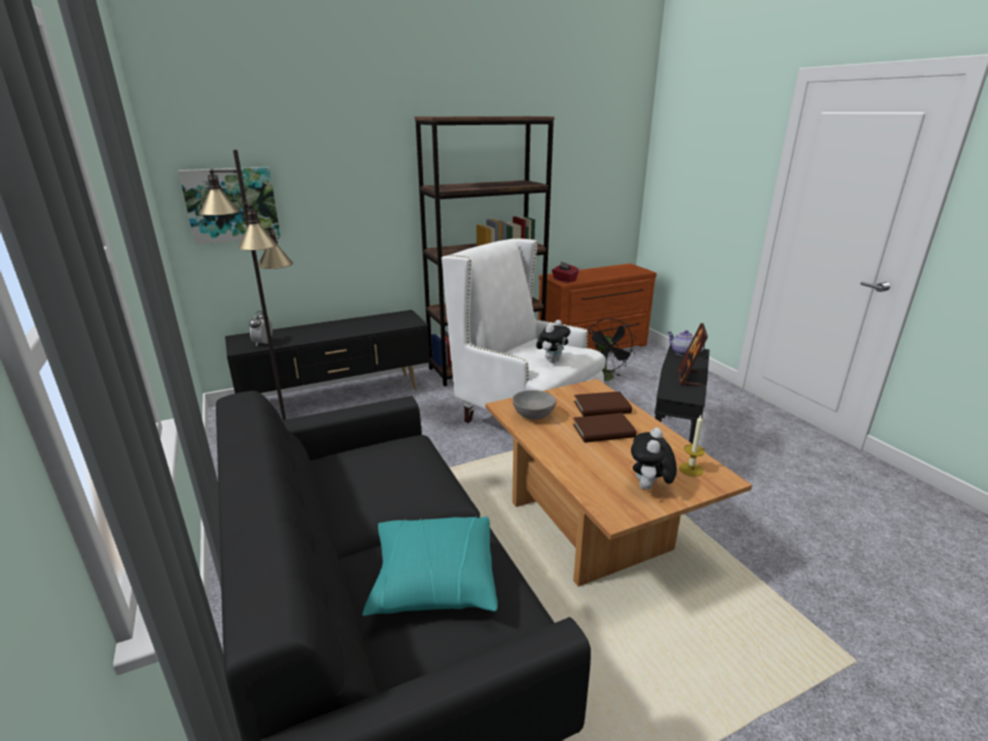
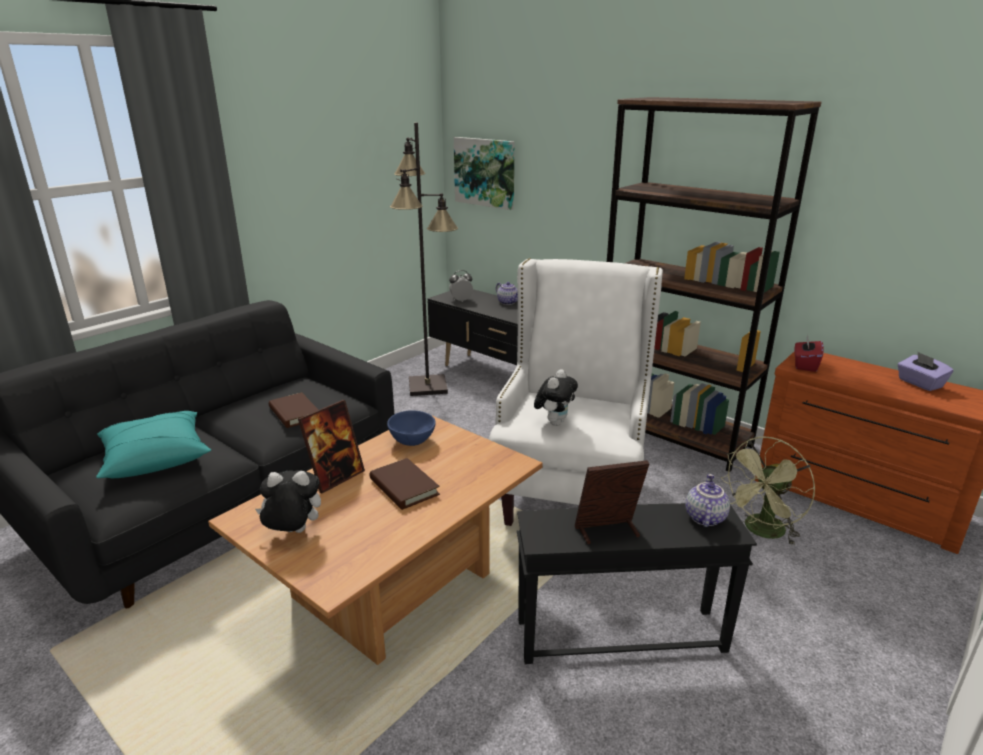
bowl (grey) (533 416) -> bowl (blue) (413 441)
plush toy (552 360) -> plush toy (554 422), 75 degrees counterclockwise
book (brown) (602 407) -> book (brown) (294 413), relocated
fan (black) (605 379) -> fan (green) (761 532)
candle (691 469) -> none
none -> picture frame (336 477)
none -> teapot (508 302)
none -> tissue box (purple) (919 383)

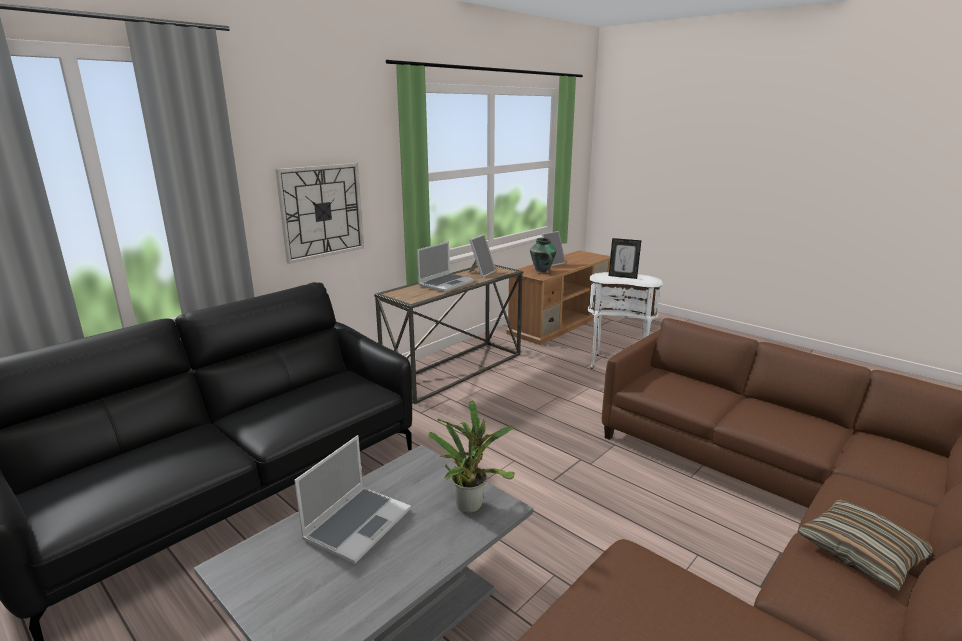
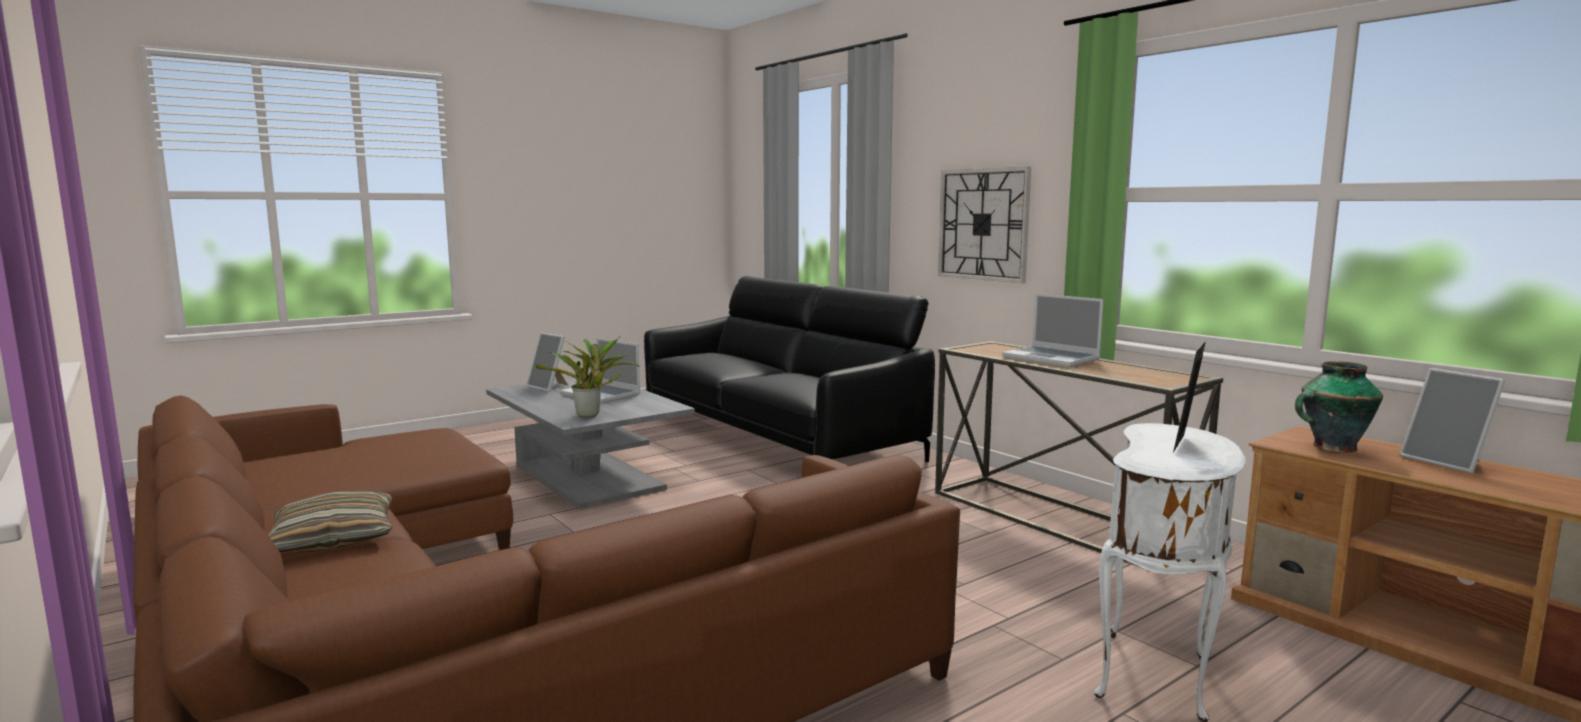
picture frame (481 273) -> picture frame (549 387), relocated

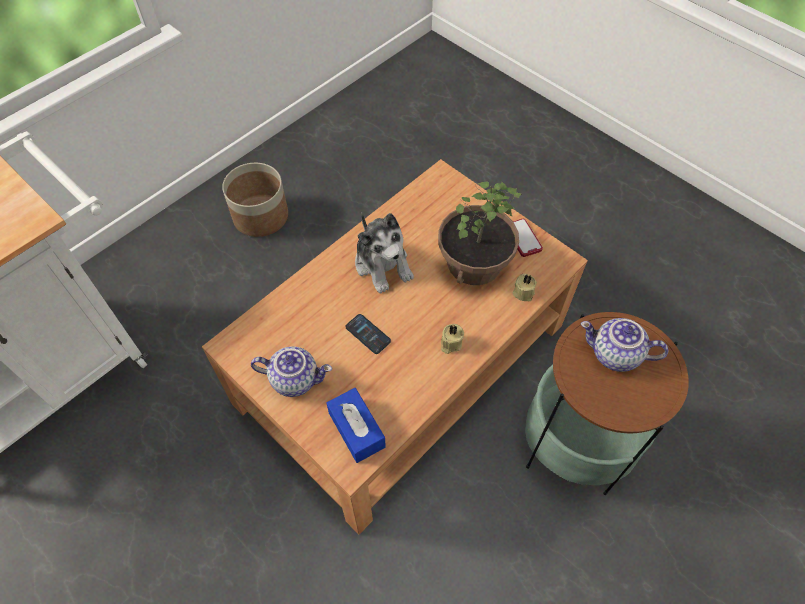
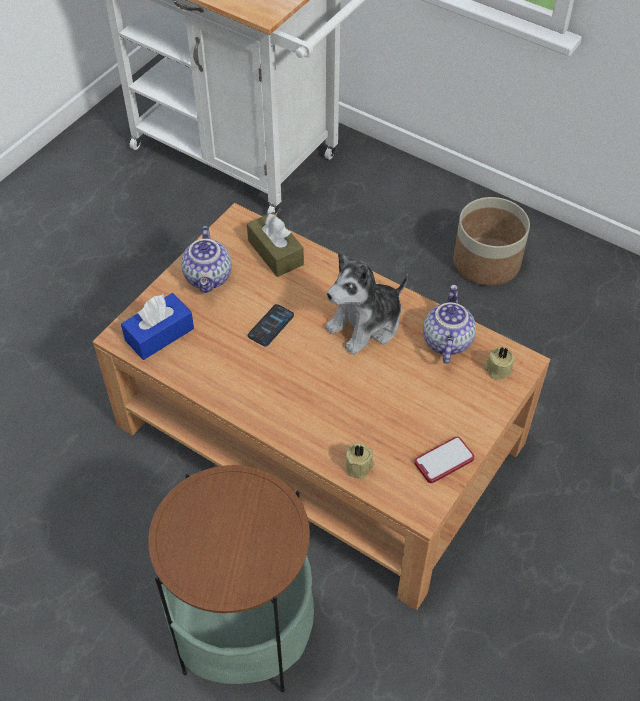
potted plant (473 262) -> none
candle (beige) (450 343) -> candle (beige) (497 369), relocated
teapot (614 355) -> teapot (446 340), relocated
none -> tissue box (brown) (275 253)

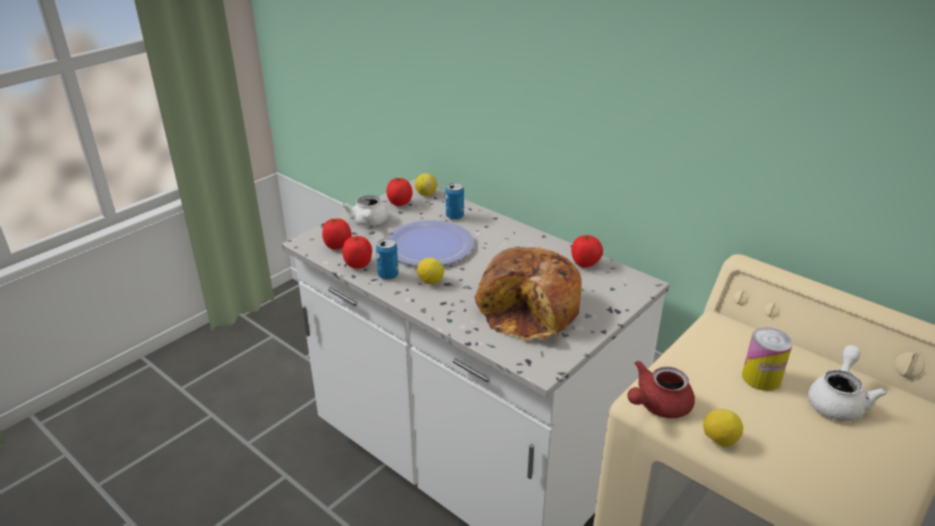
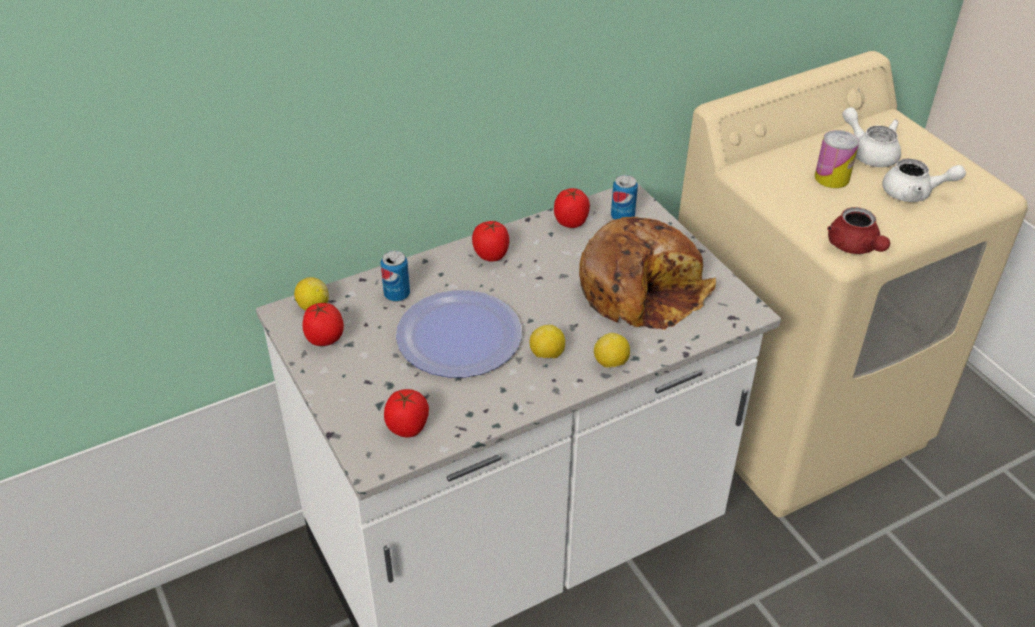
teapot (white) (368 223) -> teapot (white) (914 193), relocated
tomato (358 264) -> tomato (491 255), relocated
can (388 275) -> can (622 217), relocated
lemon (719 440) -> lemon (611 363), relocated

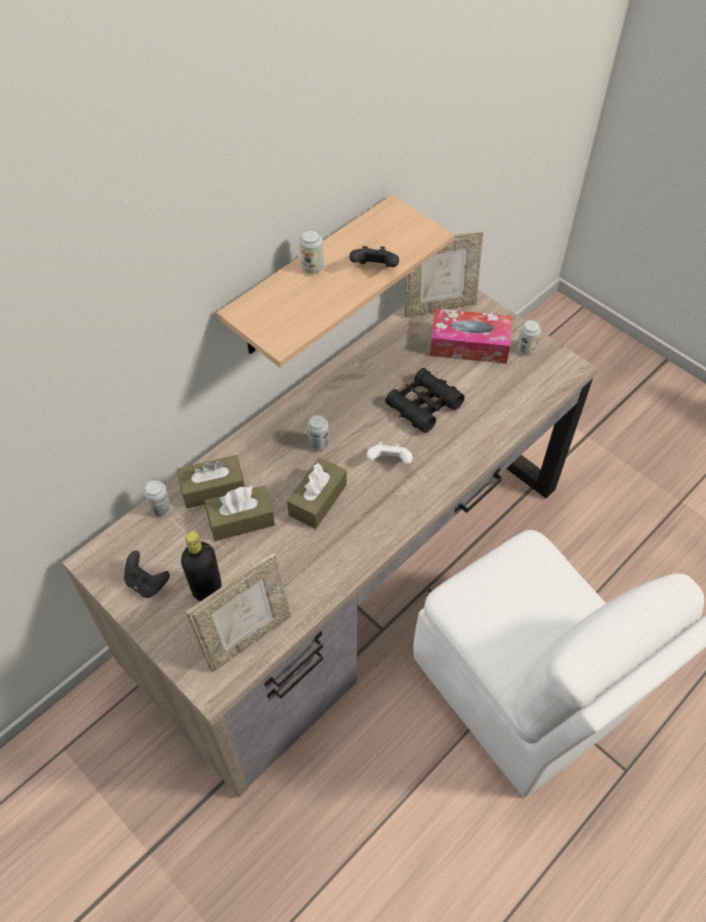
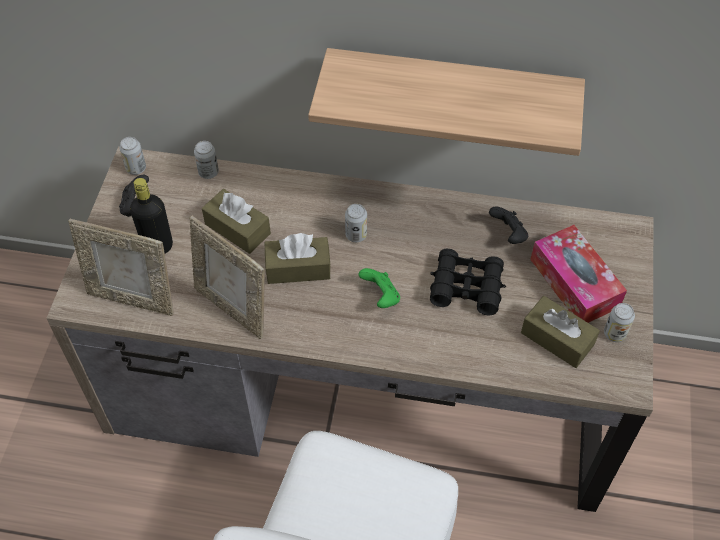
tissue box (brown) (213 488) -> tissue box (brown) (557 339), relocated
can (312 267) -> can (136 168), relocated
game controller (black) (374 269) -> game controller (black) (508 234), relocated
game controller (white) (389 461) -> game controller (green) (381 296)
picture frame (439 306) -> picture frame (233 308), relocated

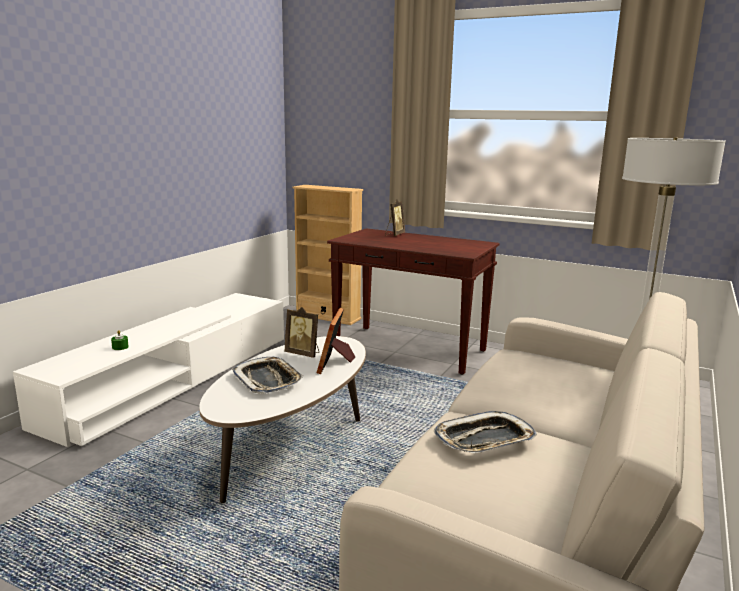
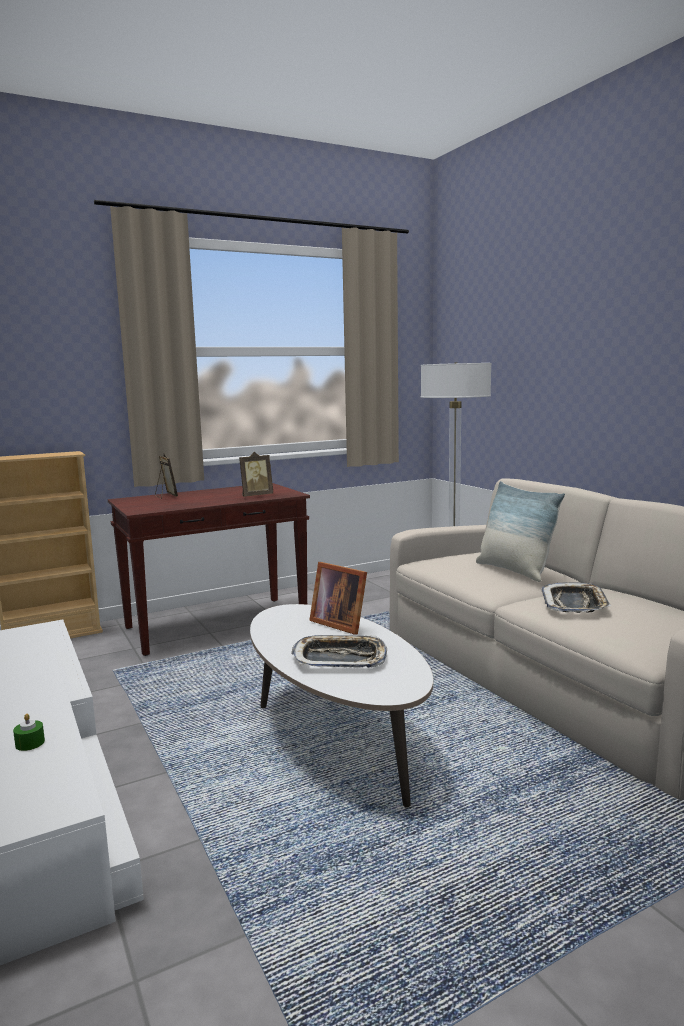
picture frame (303 353) -> picture frame (256 496), relocated
none -> pillow (514 571)

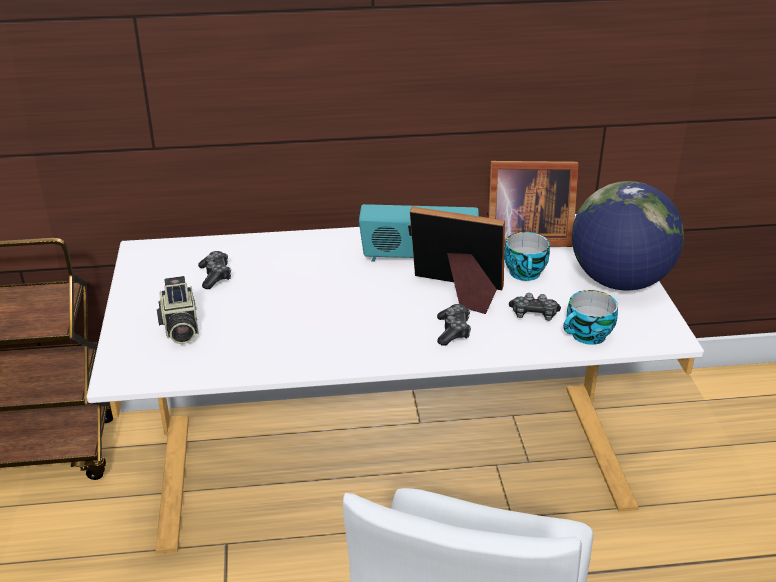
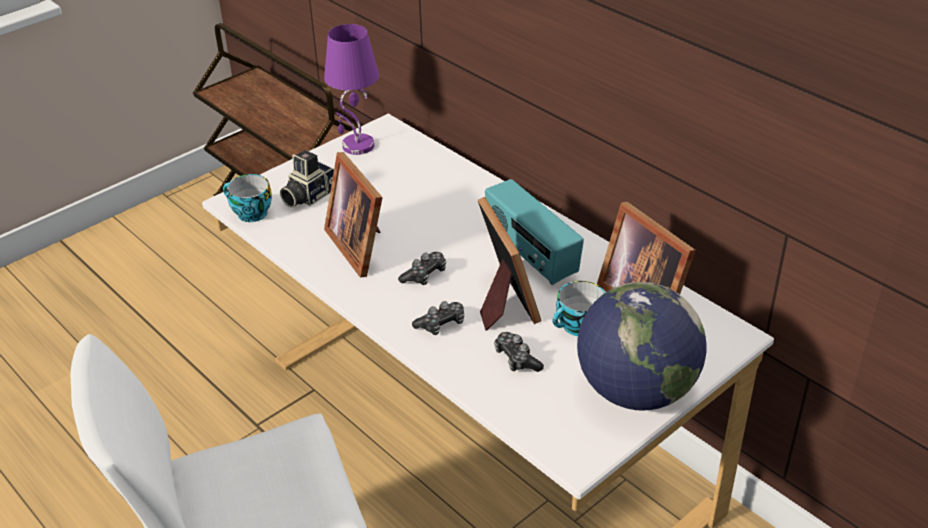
game controller (215 276) -> game controller (424 275), relocated
cup (587 336) -> cup (249 213), relocated
none -> table lamp (purple) (357 146)
none -> picture frame (361 245)

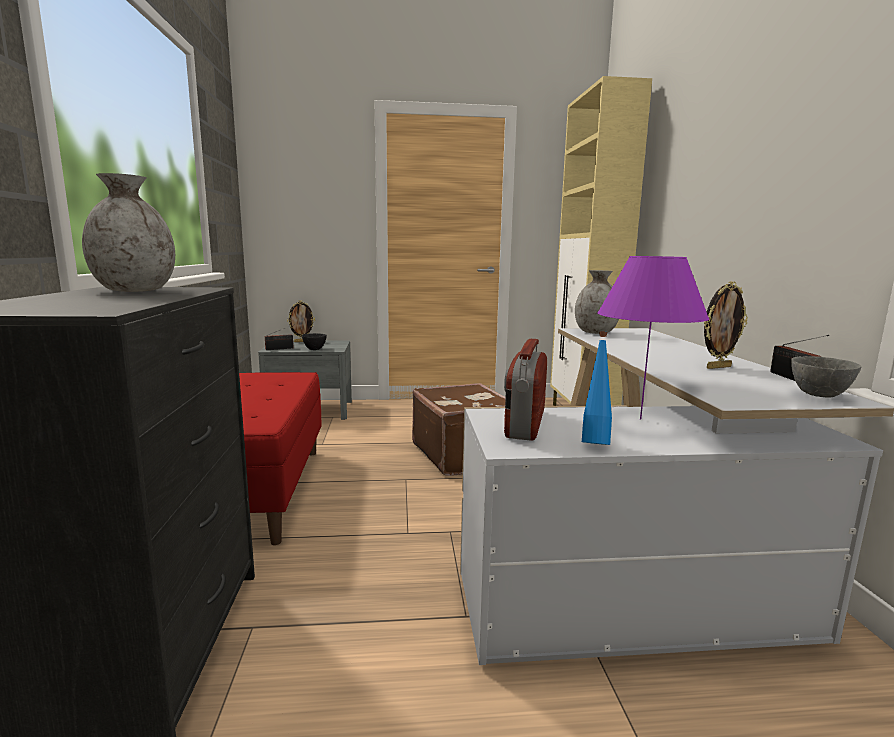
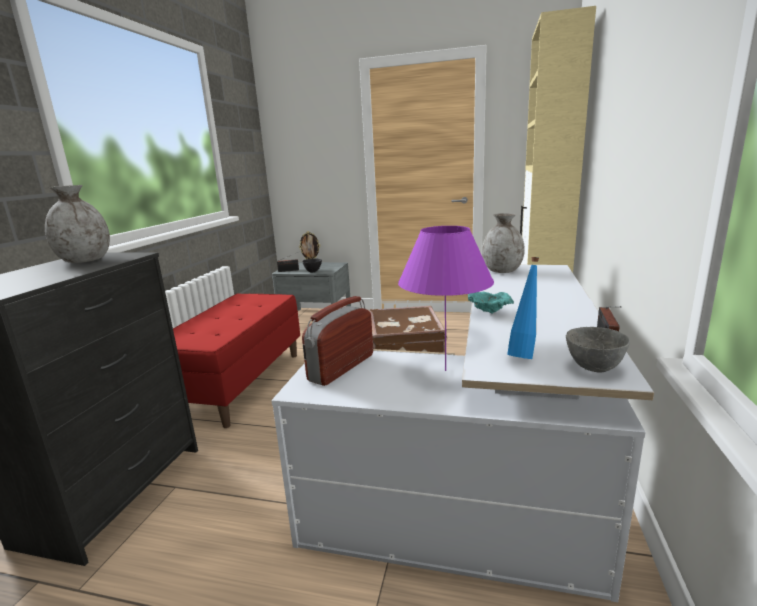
bottle (blue) (595 442) -> bottle (blue) (523 355), relocated
picture frame (718 367) -> none
none -> bowl (turquoise) (489 313)

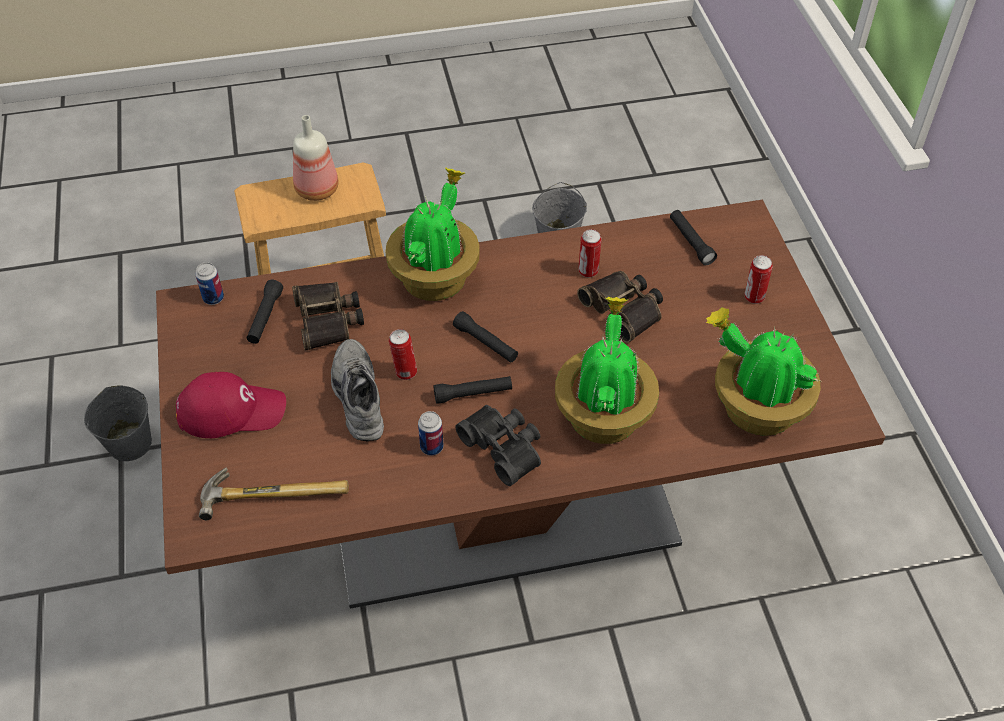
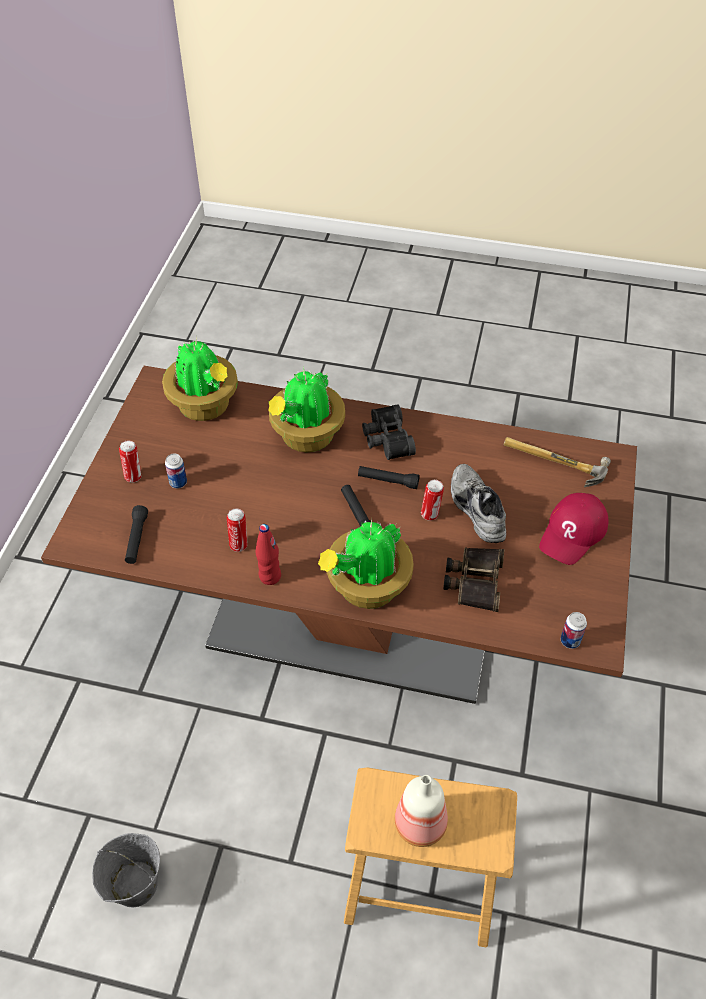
bucket (grey) (129 443) -> none
cap (red) (231 410) -> cap (red) (573 532), 75 degrees counterclockwise
flashlight (black) (265 317) -> none
shoe (grey) (356 397) -> shoe (grey) (475 509), 150 degrees clockwise
can (431 447) -> can (178 482), relocated
binoculars (624 309) -> none
none -> bottle (red) (270 576)

